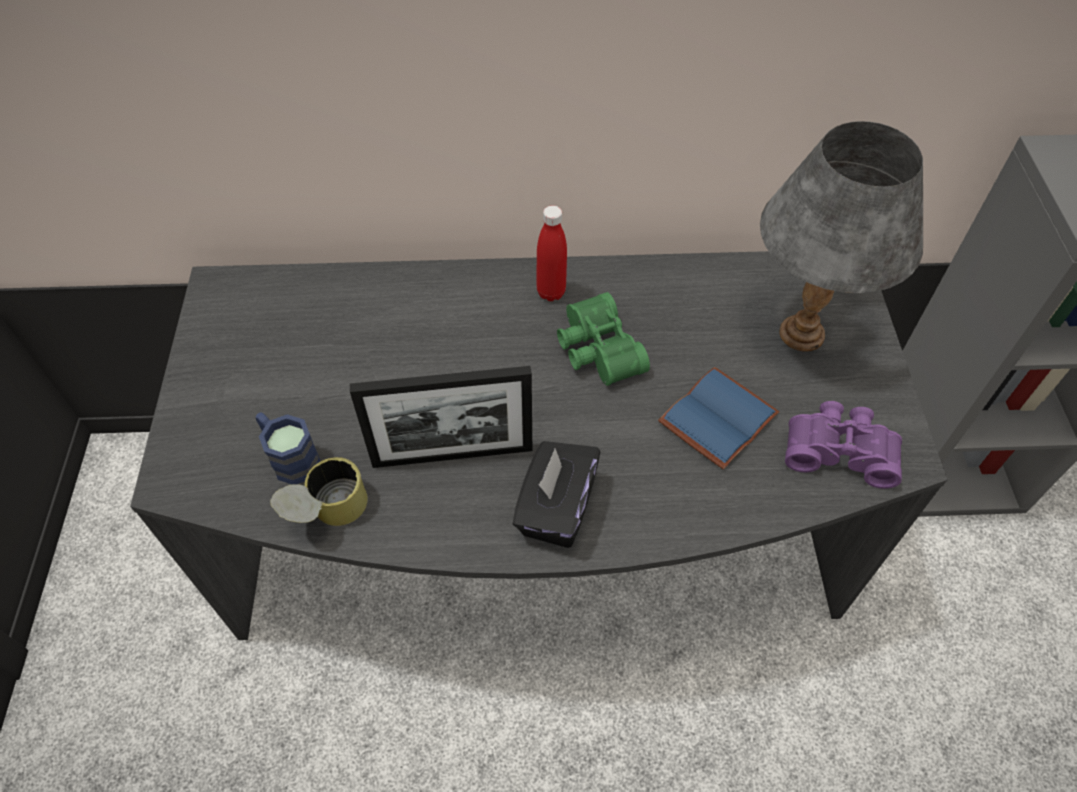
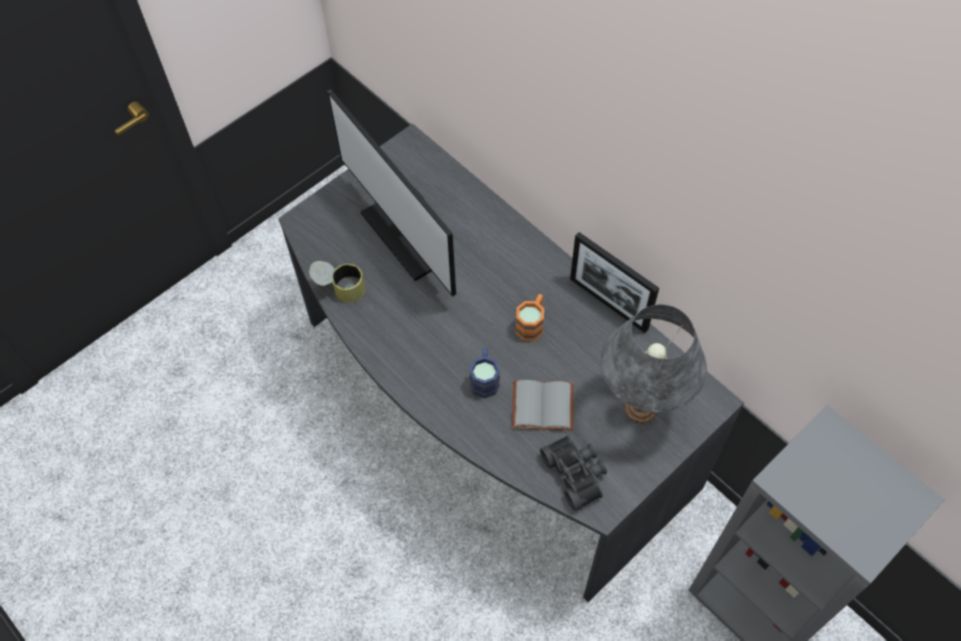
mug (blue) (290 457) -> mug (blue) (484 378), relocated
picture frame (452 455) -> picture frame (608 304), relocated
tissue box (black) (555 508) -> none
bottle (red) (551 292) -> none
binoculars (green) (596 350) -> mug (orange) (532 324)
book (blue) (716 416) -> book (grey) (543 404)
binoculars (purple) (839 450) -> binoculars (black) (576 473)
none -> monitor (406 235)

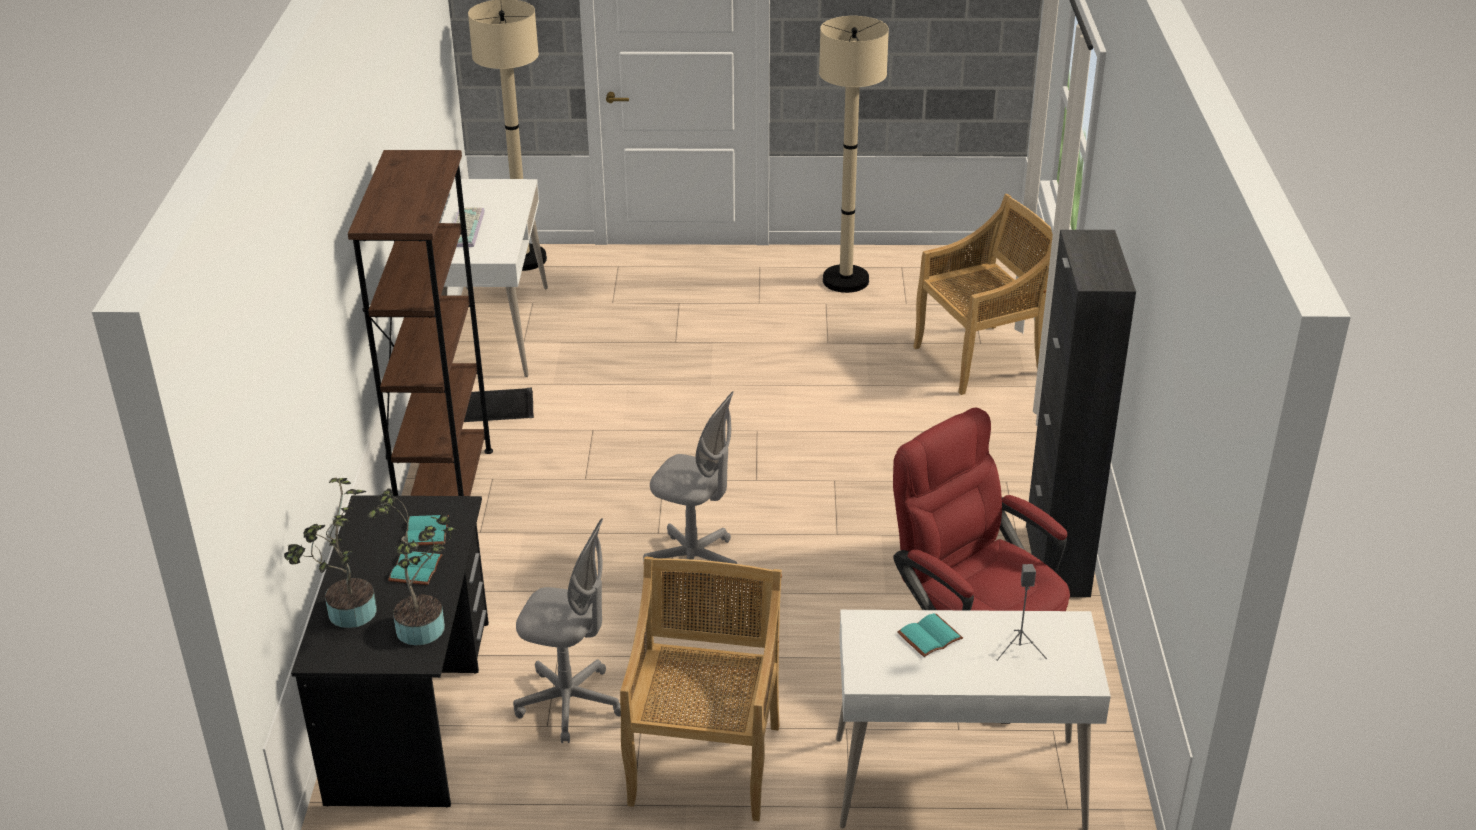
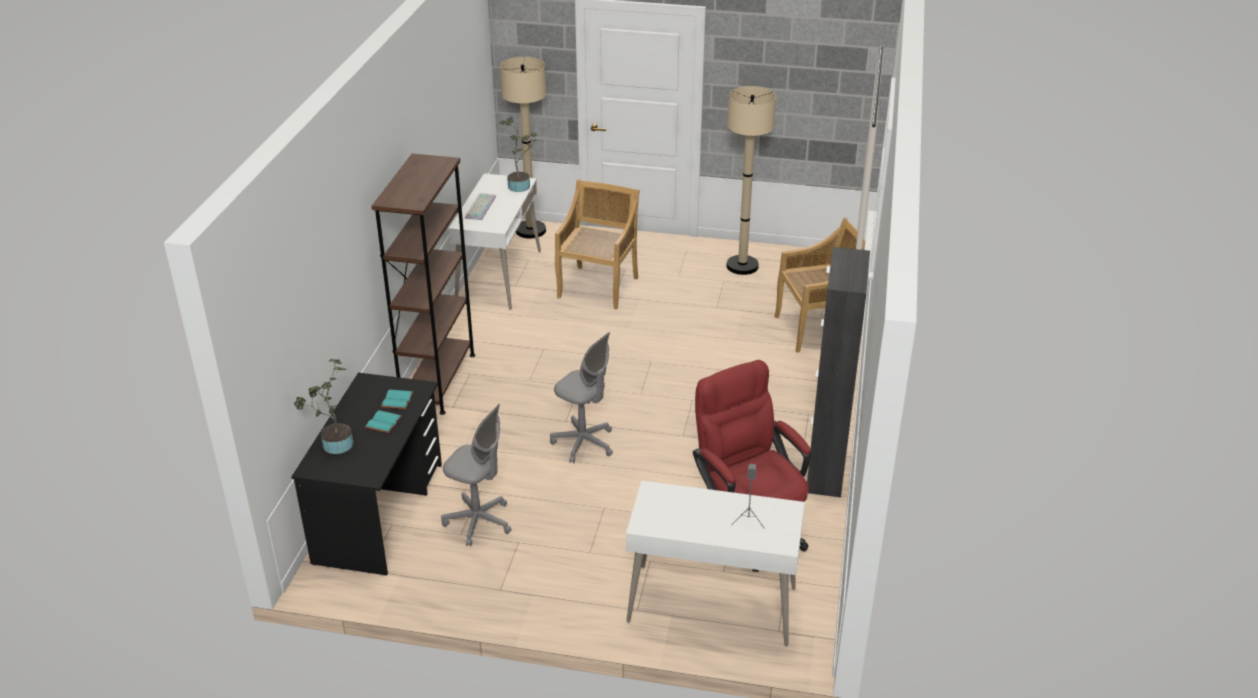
potted plant (425 625) -> potted plant (521 185), relocated
speaker (black) (496 410) -> none
chair (beige) (705 762) -> chair (beige) (598 287), relocated
book (turquoise) (929 635) -> none

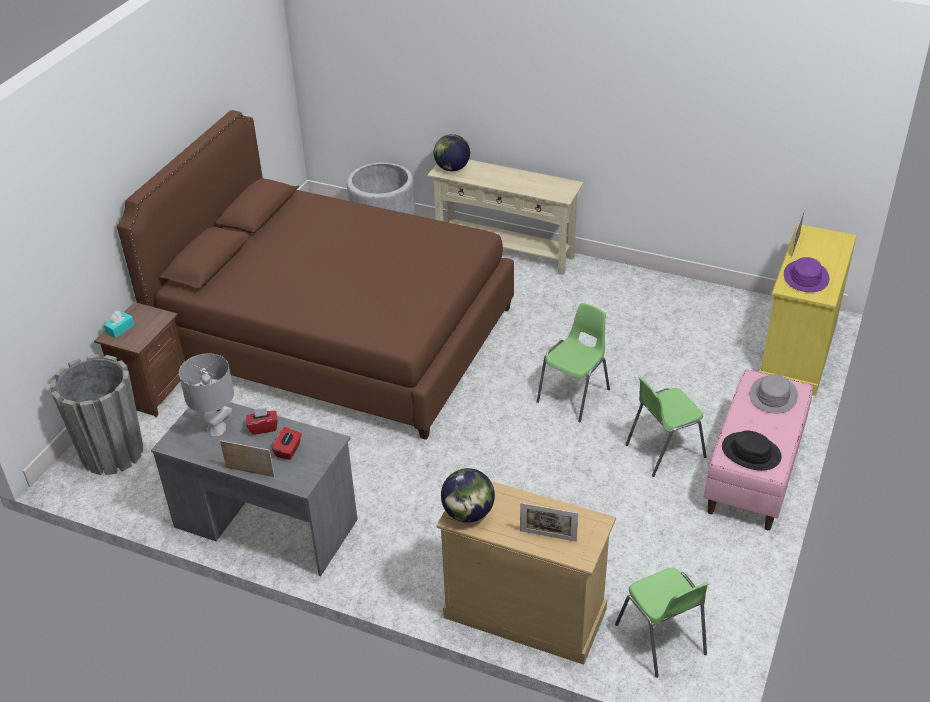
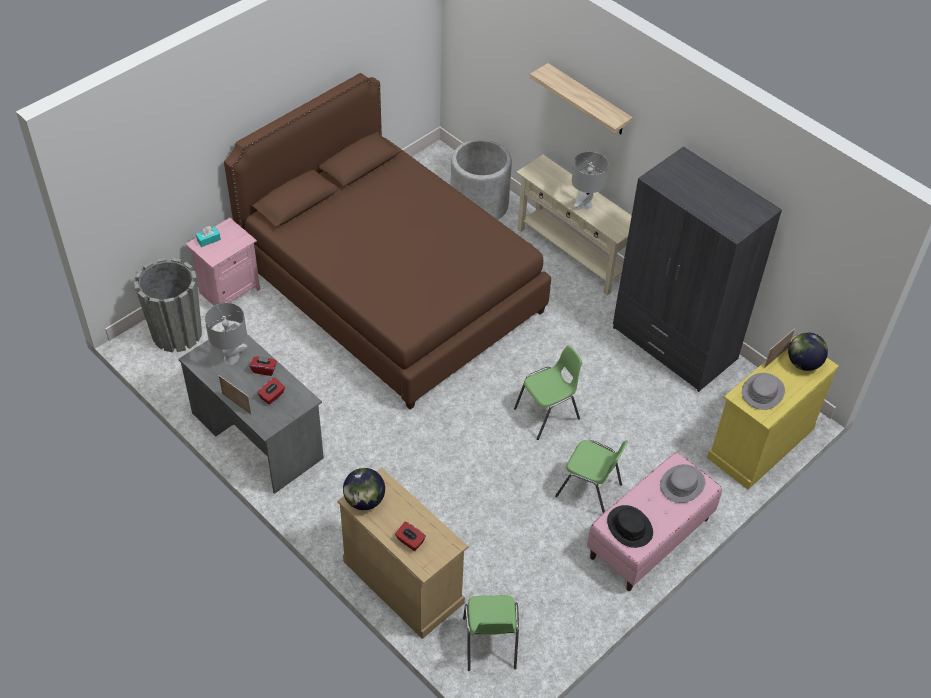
nightstand (brown) (152 392) -> nightstand (pink) (228 290)
globe (452 168) -> globe (803 363), relocated
picture frame (548 536) -> tissue box (red) (410 541)
chair (green) (664 450) -> chair (green) (589 490), 150 degrees counterclockwise
hat (purple) (805 277) -> hat (grey) (762 392)
none -> shelf (588 100)
none -> table lamp (grey) (585 205)
none -> wardrobe (grey) (674 344)

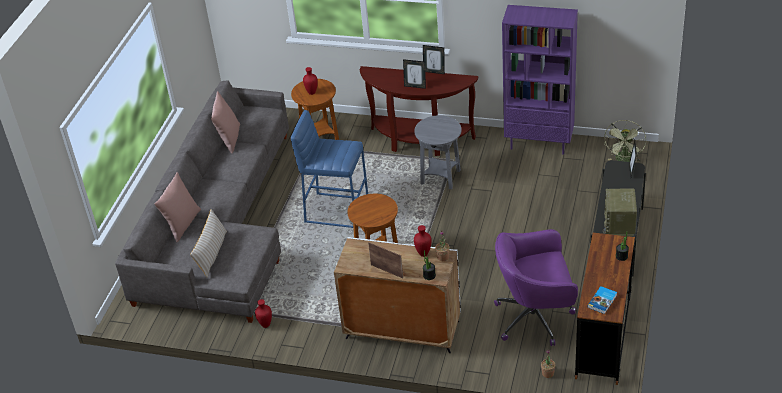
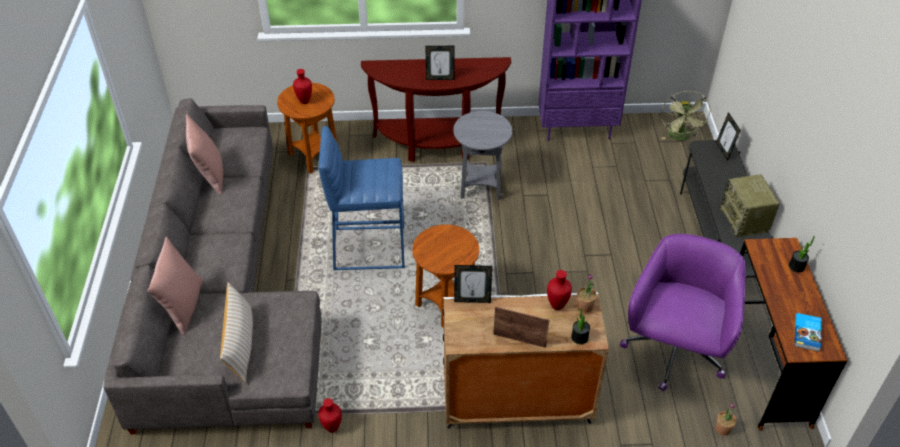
picture frame (434 72) -> picture frame (472 300), relocated
office chair (purple) (536 317) -> office chair (purple) (673 353), 135 degrees clockwise

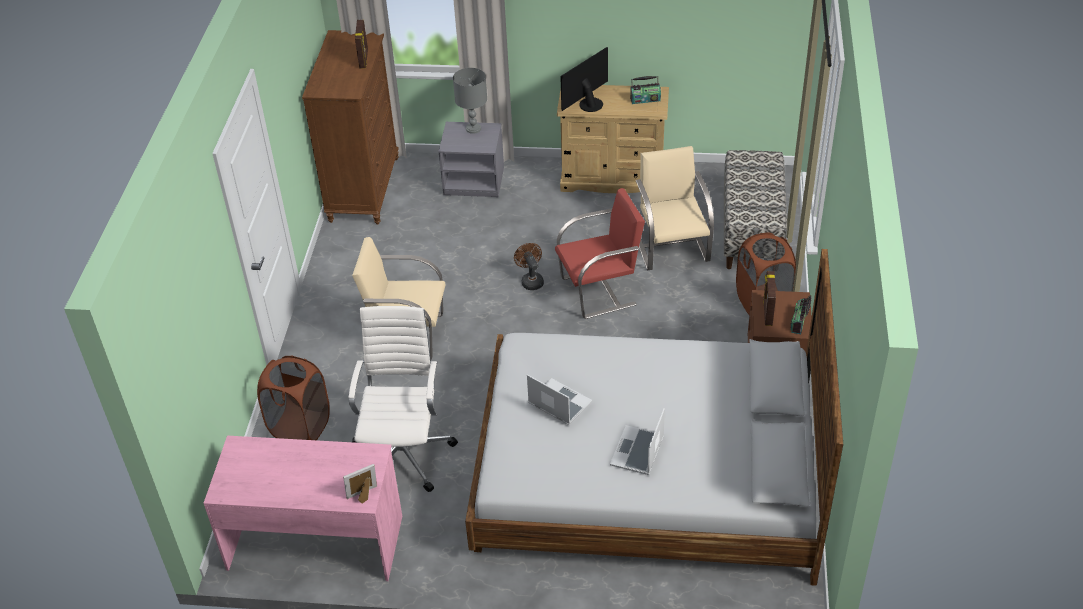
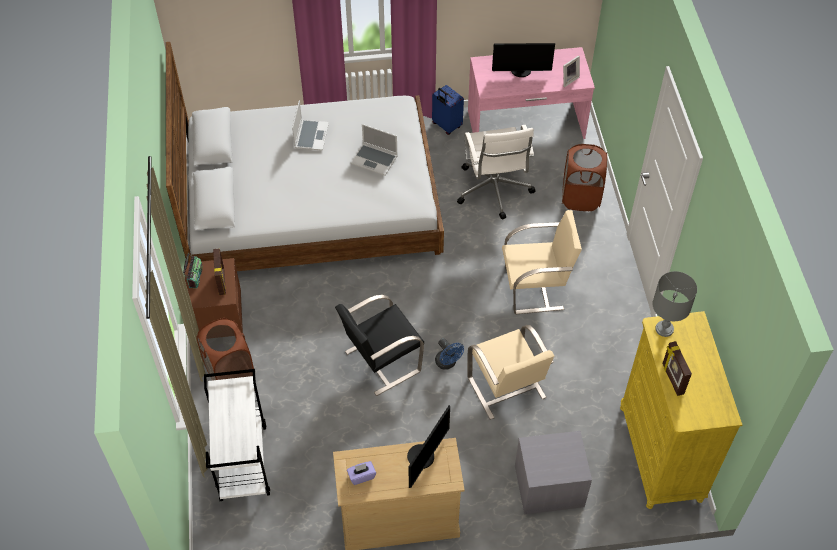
dresser (brown) (363 189) -> dresser (yellow) (660 454)
picture frame (364 496) -> picture frame (568 80), relocated
table lamp (grey) (473 129) -> table lamp (grey) (664 329), relocated
fan (brown) (531 280) -> fan (blue) (447 363)
chair (red) (600 291) -> chair (black) (381 362)
radio (645 99) -> tissue box (purple) (361 476)
chair (beige) (672 248) -> chair (beige) (506 389), relocated
bench (751 232) -> cart (white) (242 461)
none -> suitcase (blue) (446 126)
none -> monitor (521 71)

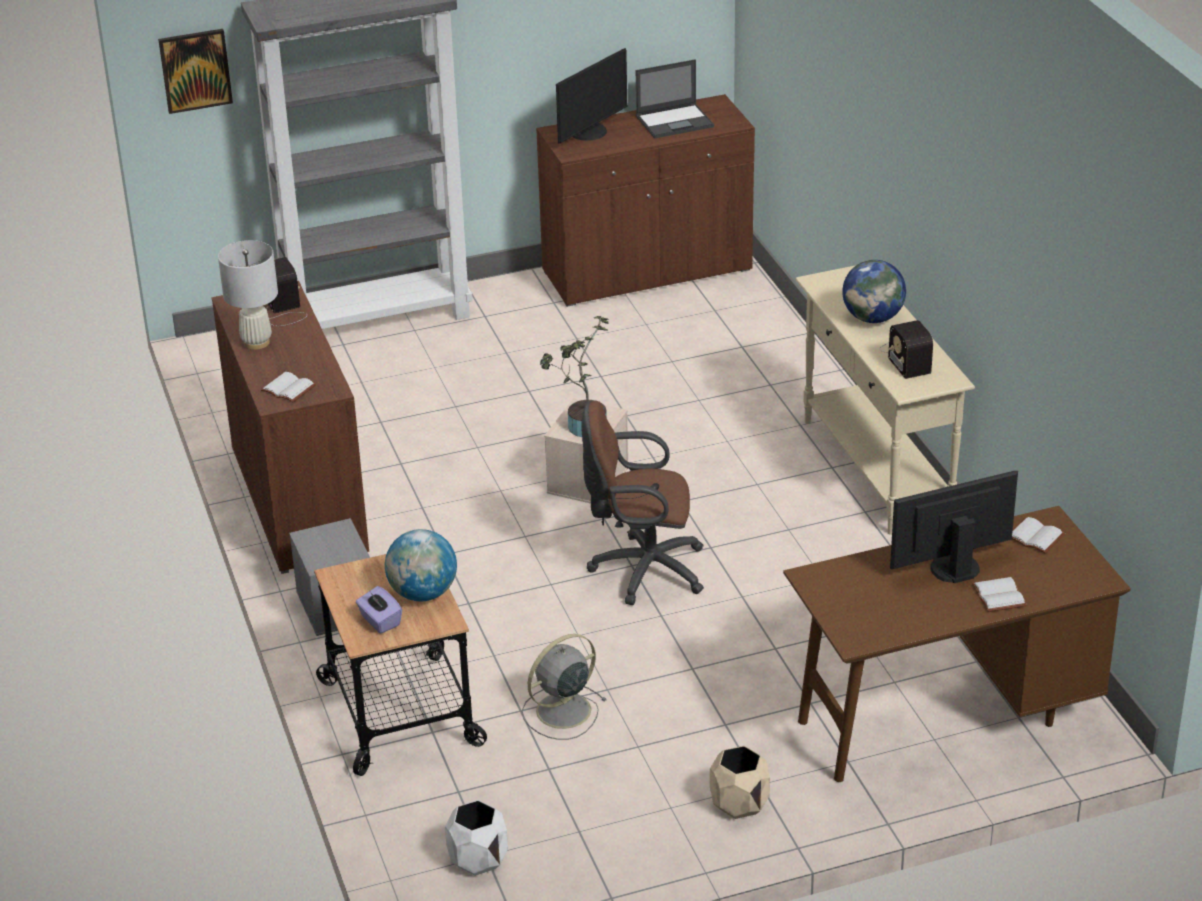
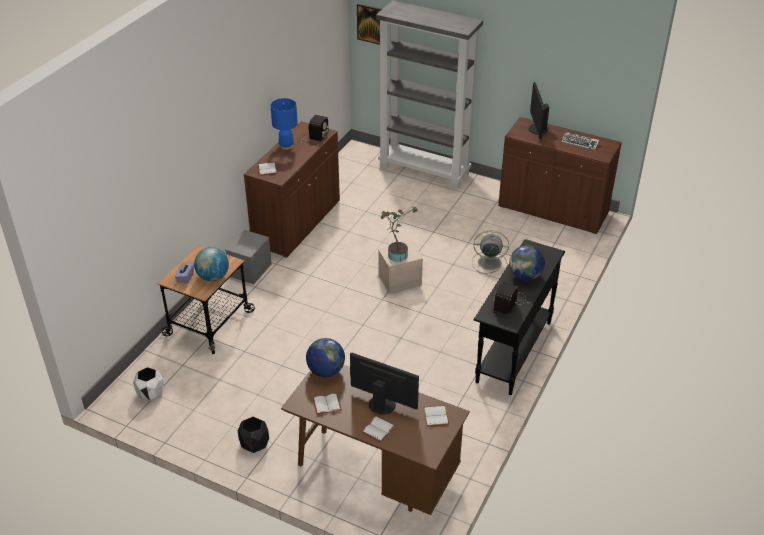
table lamp (white) (256 342) -> table lamp (blue) (286 146)
fan (grey) (561 712) -> fan (grey) (488 262), relocated
monitor (590 132) -> monitor (537 129), 90 degrees clockwise
office chair (brown) (642 570) -> none
laptop (675 121) -> keyboard (579 143)
planter (beige) (738 804) -> planter (black) (254 444)
console table (beige) (876 470) -> console table (black) (513 352)
none -> globe (326 371)
none -> book (white) (326 405)

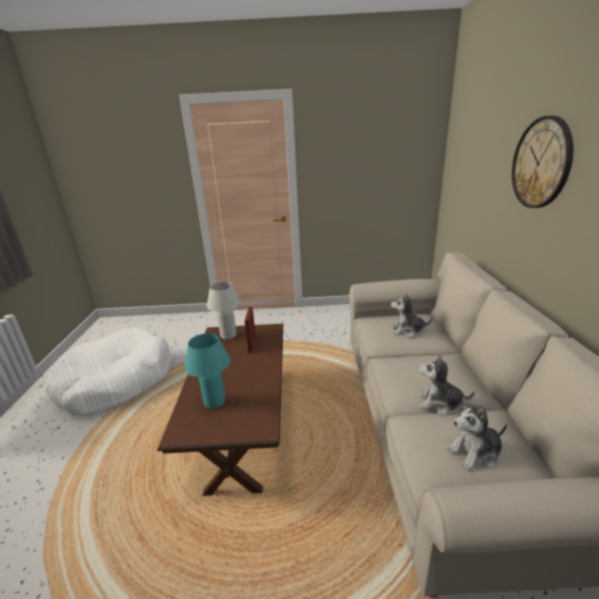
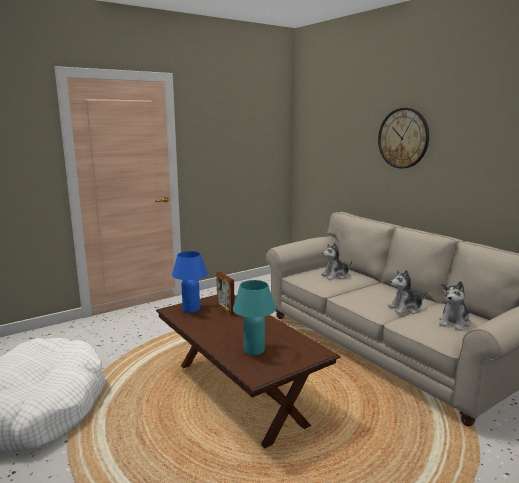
table lamp (white) (228 335) -> table lamp (blue) (191 309)

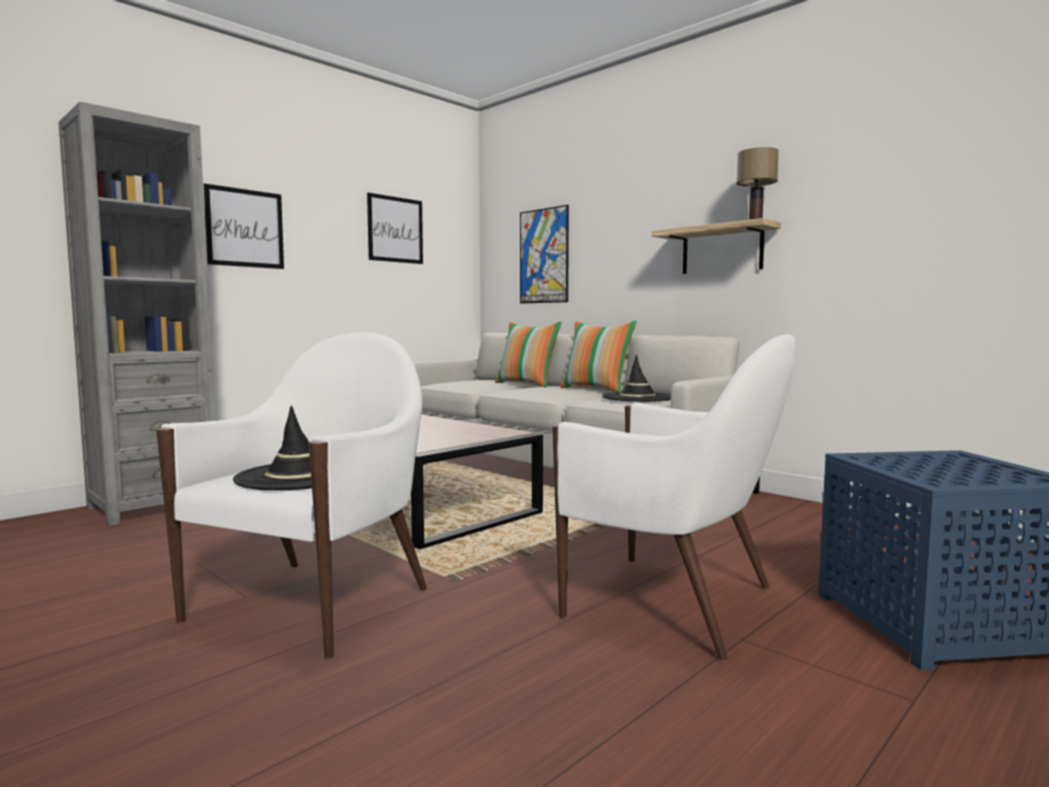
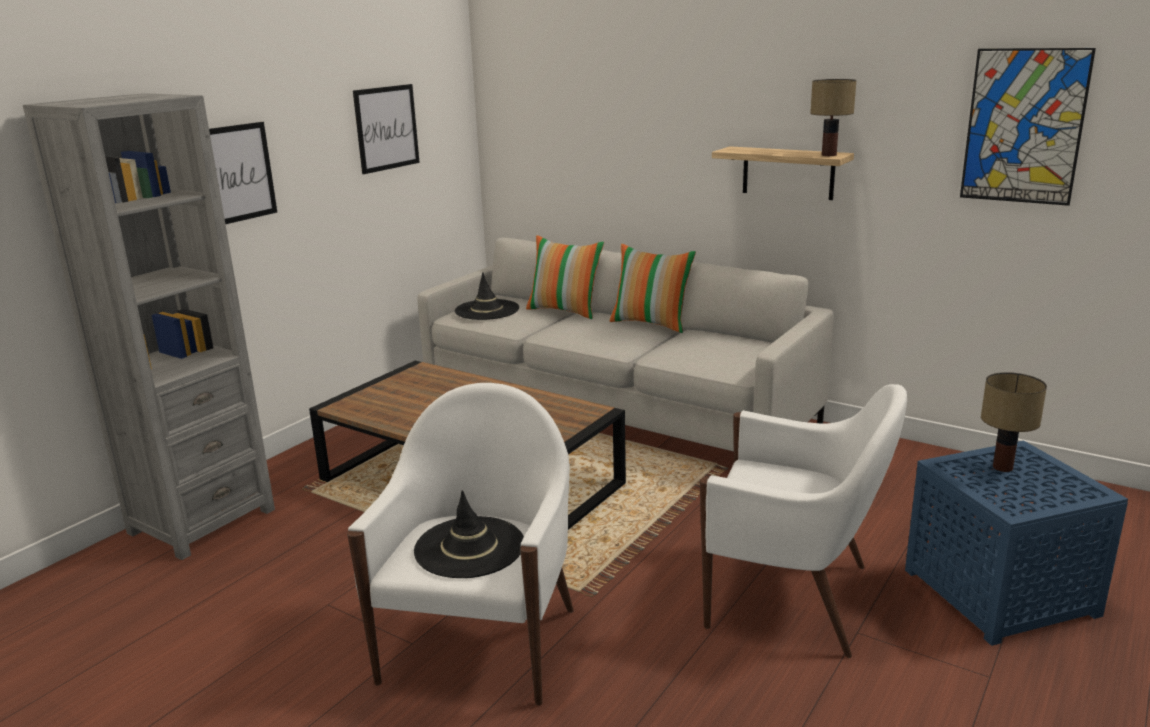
picture (544 256) -> picture (1024 126), relocated
hat (black) (637 398) -> hat (black) (487 310), relocated
none -> table lamp (1002 467)

